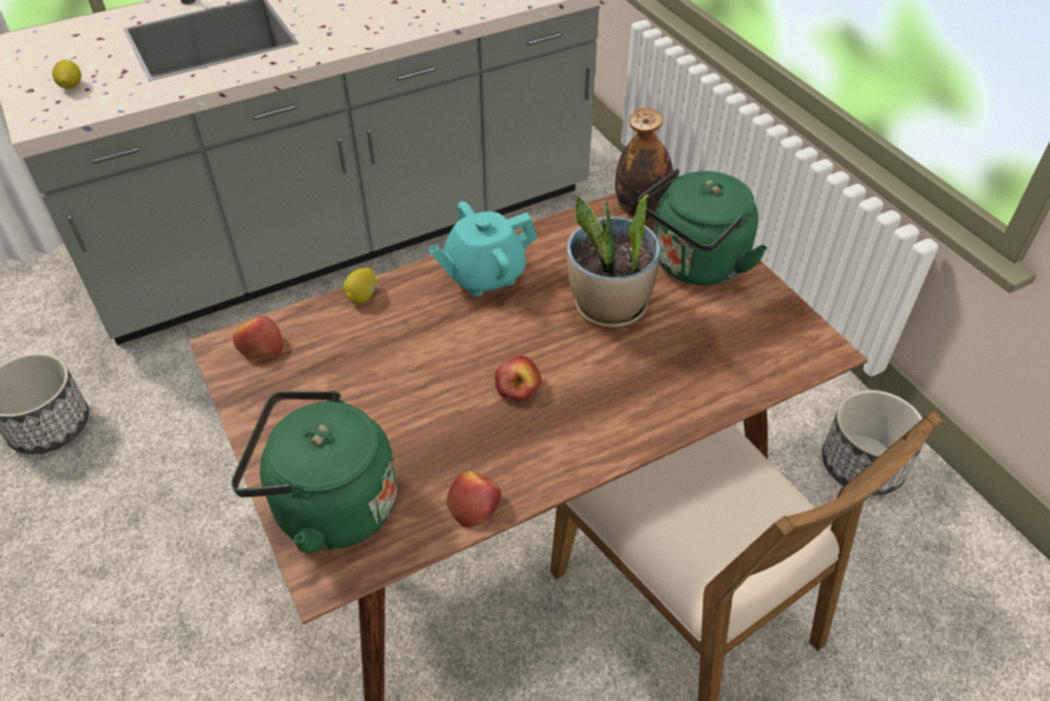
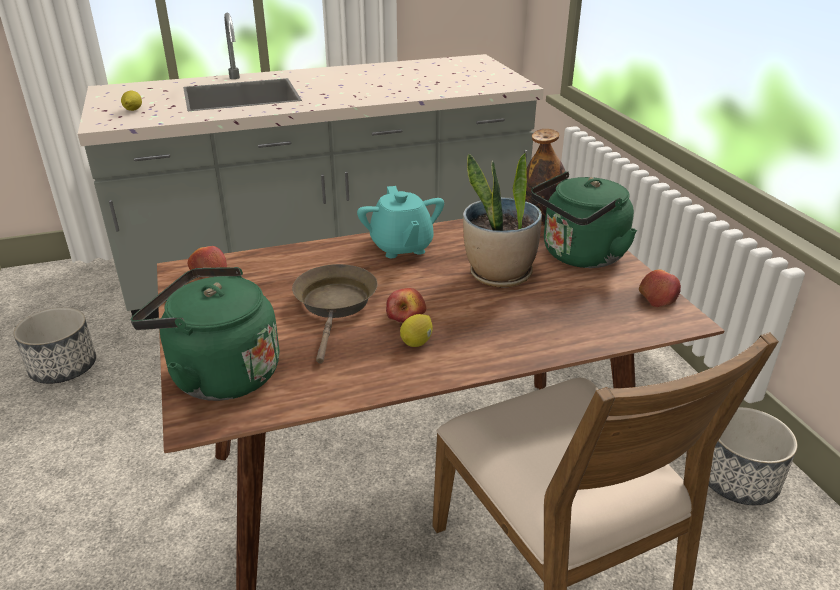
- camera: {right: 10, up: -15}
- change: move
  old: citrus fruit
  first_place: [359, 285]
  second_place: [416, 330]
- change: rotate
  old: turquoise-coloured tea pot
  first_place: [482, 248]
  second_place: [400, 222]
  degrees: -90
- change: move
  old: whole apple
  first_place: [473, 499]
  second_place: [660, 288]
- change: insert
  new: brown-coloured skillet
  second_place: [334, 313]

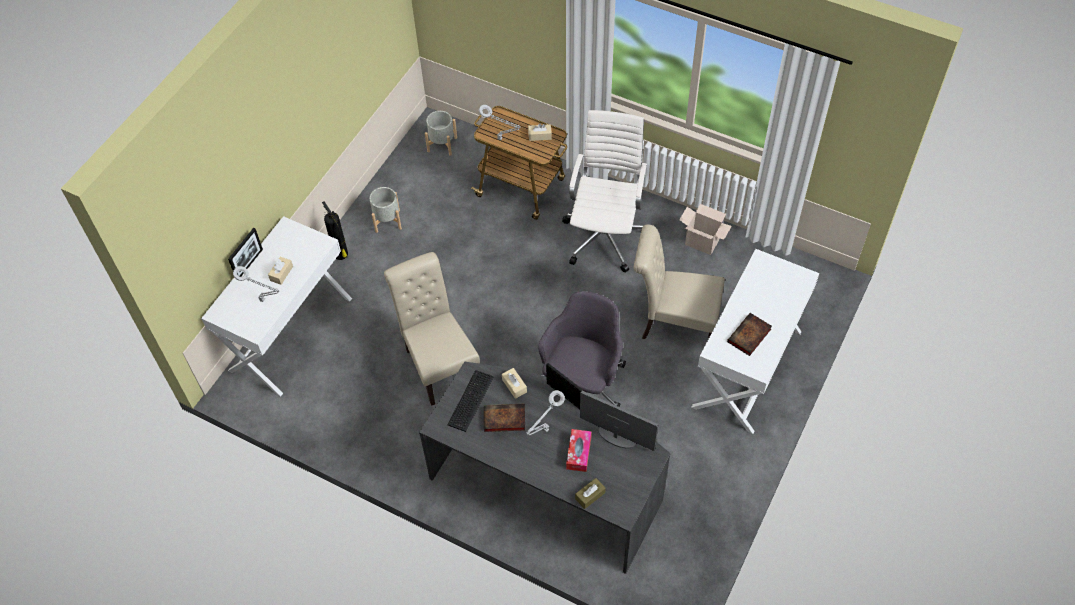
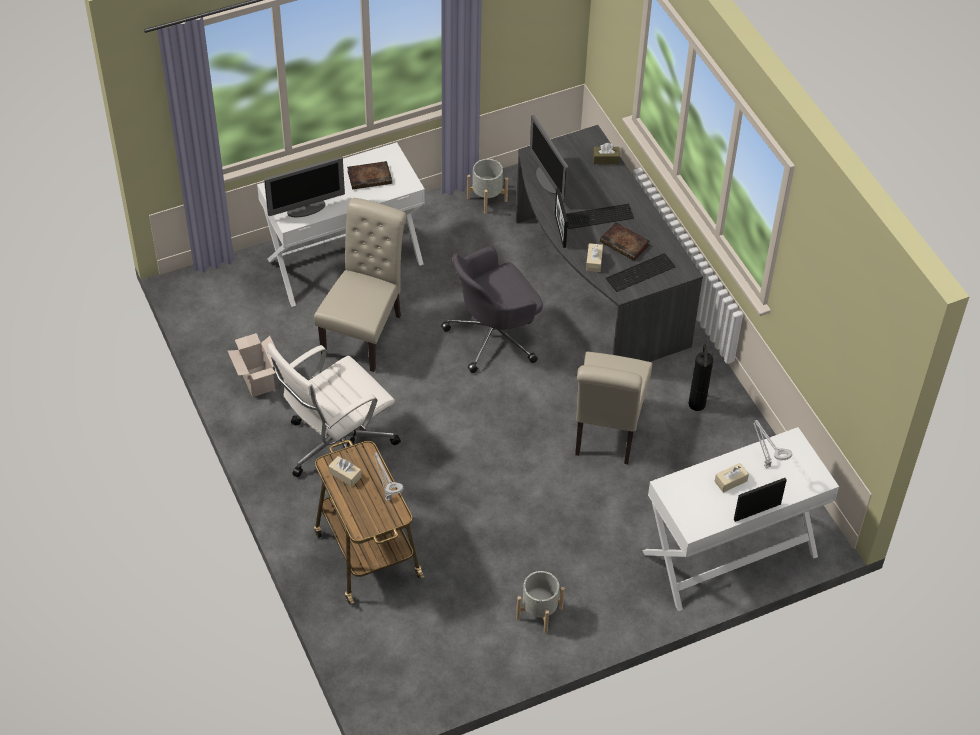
- camera: {right: -145, up: -5}
- change: move
  old: extinguisher
  first_place: [335, 230]
  second_place: [700, 377]
- change: move
  old: greyish plant pot
  first_place: [441, 133]
  second_place: [487, 186]
- change: replace
  old: greyish tabletop lamp
  new: computer keyboard
  first_place: [545, 412]
  second_place: [600, 216]
- change: delete
  old: box of tissues
  first_place: [579, 450]
- change: rotate
  old: beige-coloured upright chair
  first_place: [679, 281]
  second_place: [360, 285]
  degrees: -120
- change: insert
  new: computer screen
  second_place: [304, 187]

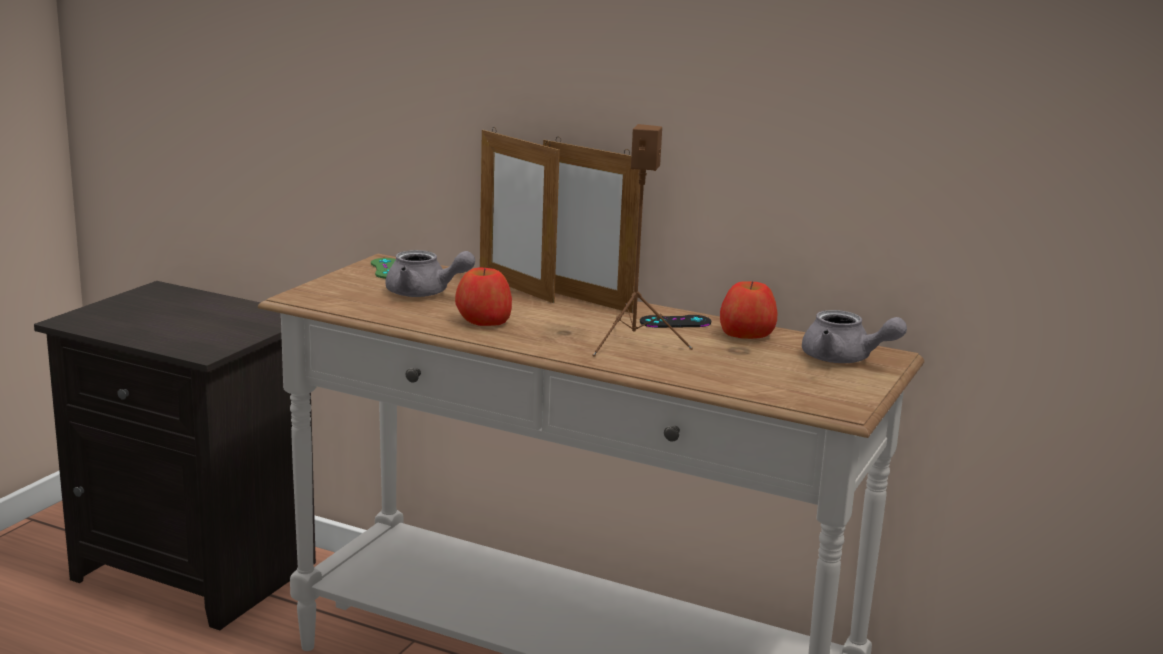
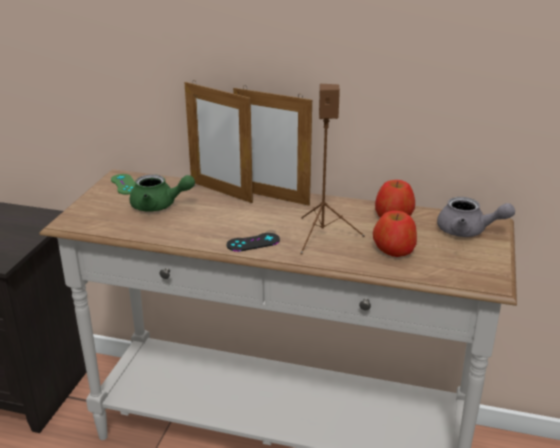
- camera: {right: -10, up: 10}
- change: recolor
  old: greyish tea pot
  new: green-coloured tea pot
  first_place: [430, 273]
  second_place: [162, 193]
- change: move
  old: whole apple
  first_place: [483, 297]
  second_place: [395, 234]
- change: move
  old: black joypad
  first_place: [675, 321]
  second_place: [253, 242]

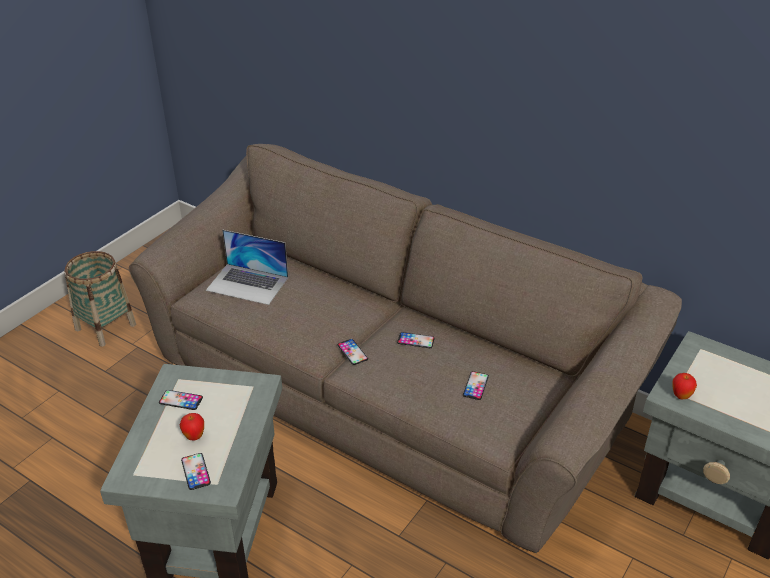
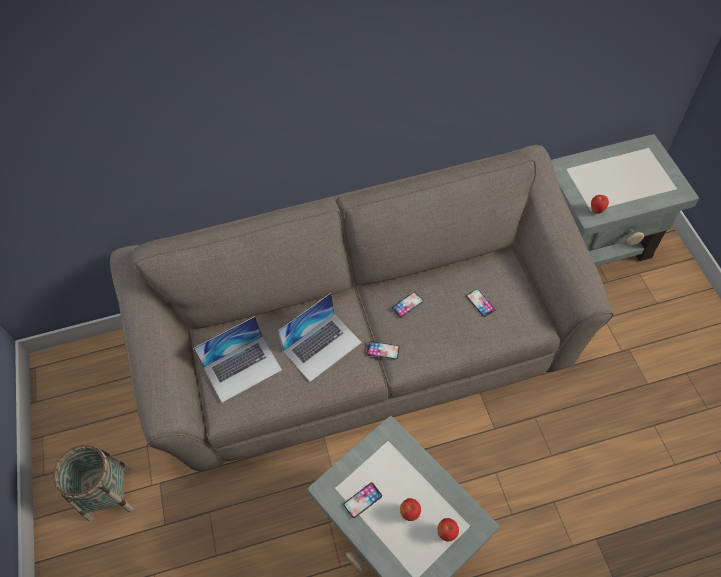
- camera: {right: -45, up: 20}
- change: replace
  old: telephone
  new: whole apple
  first_place: [196, 471]
  second_place: [448, 529]
- change: insert
  new: portable computer
  second_place: [319, 337]

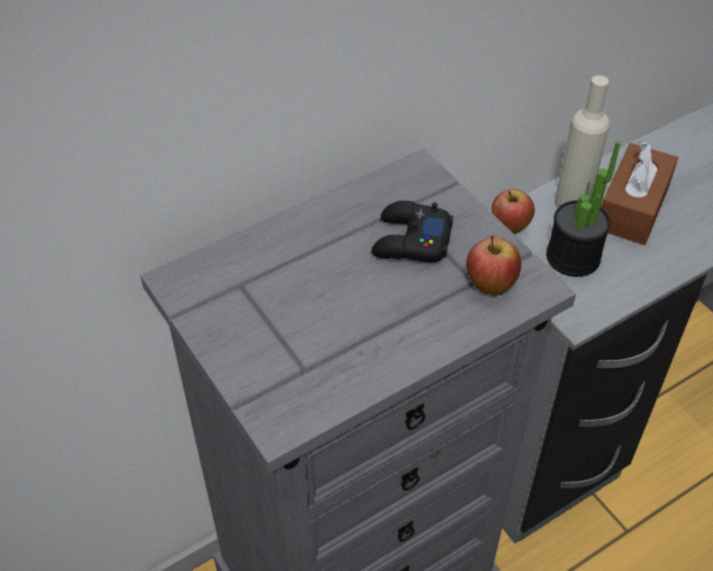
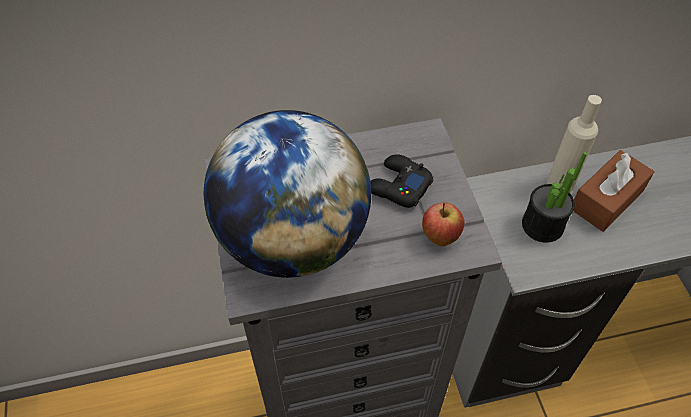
- camera: {right: 20, up: 5}
- change: delete
  old: whole apple
  first_place: [513, 211]
- change: insert
  new: globe
  second_place: [287, 194]

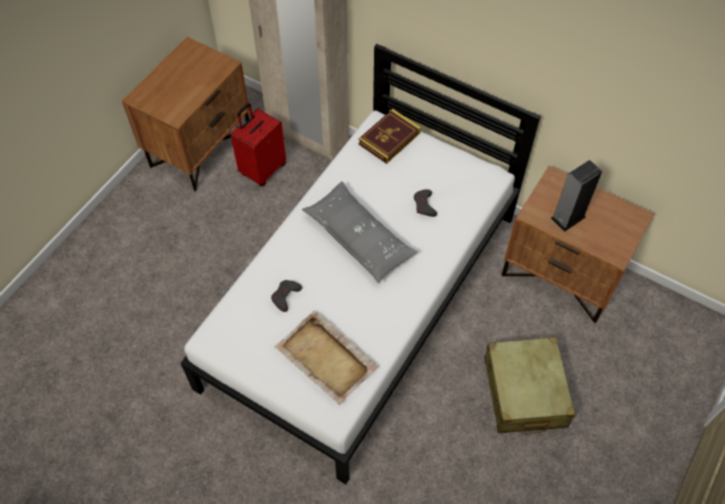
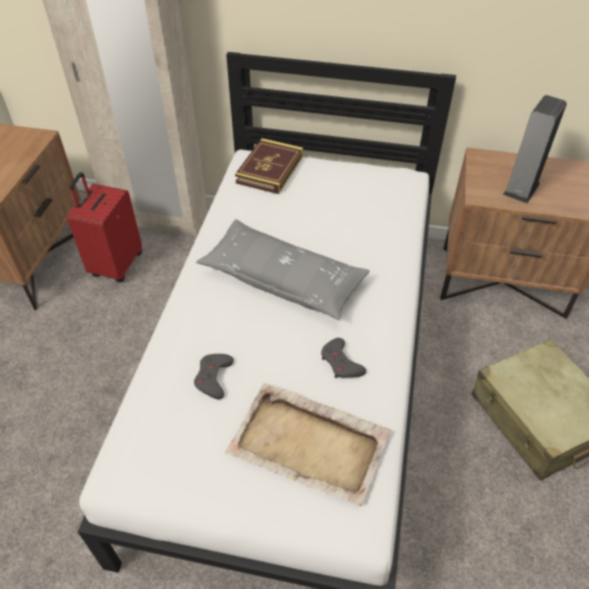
- camera: {right: -20, up: -10}
- change: move
  old: greyish joypad
  first_place: [425, 203]
  second_place: [343, 358]

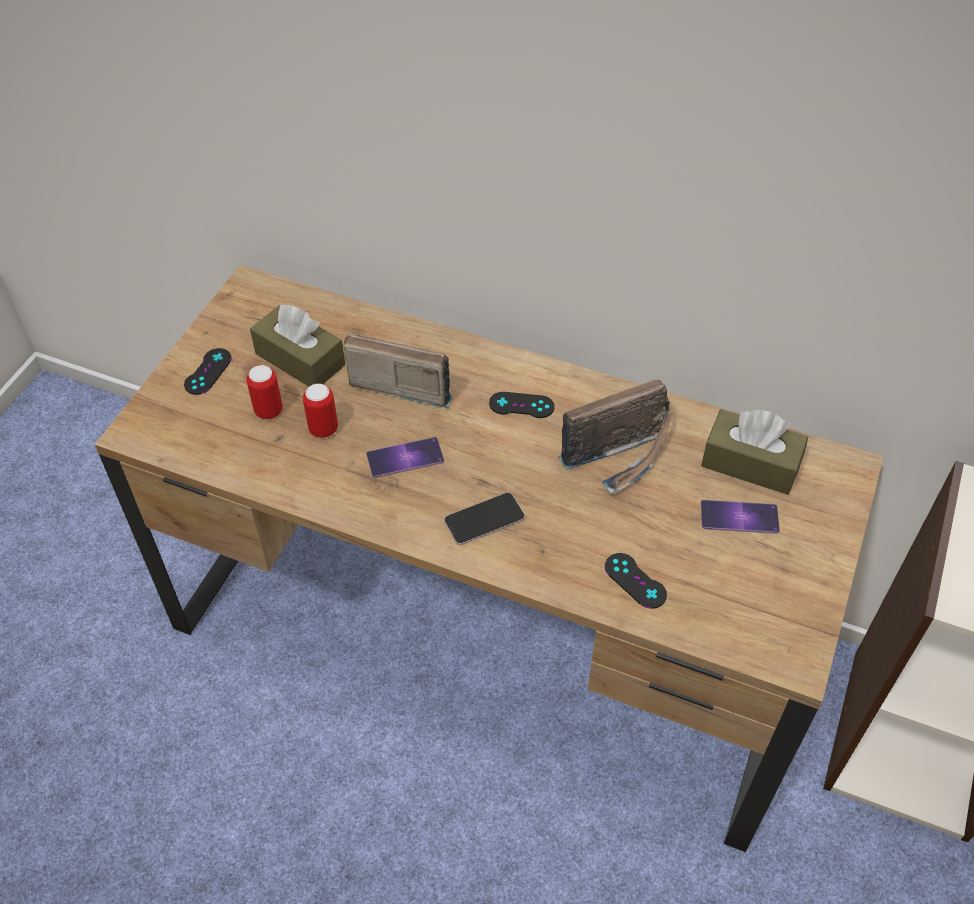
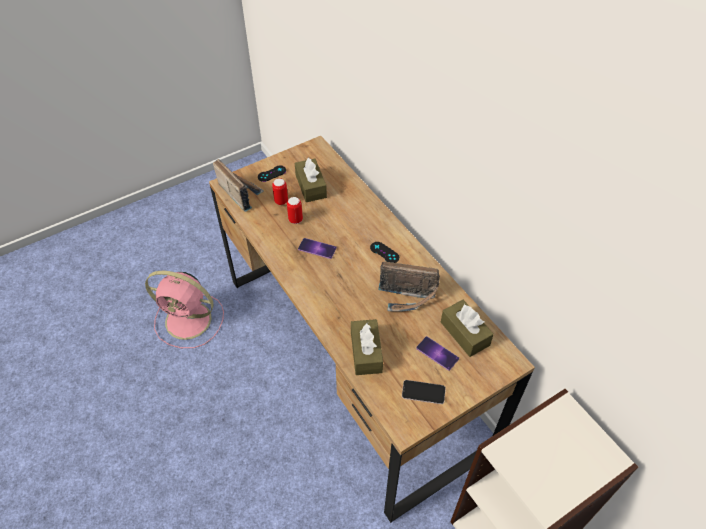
- camera: {right: 35, up: 0}
- change: move
  old: radio set
  first_place: [398, 370]
  second_place: [238, 185]
- change: move
  old: telephone
  first_place: [484, 518]
  second_place: [424, 392]
- change: replace
  old: black joypad
  new: brown-coloured box of tissues
  first_place: [636, 581]
  second_place: [367, 347]
- change: insert
  new: pink electric fan
  second_place: [184, 309]

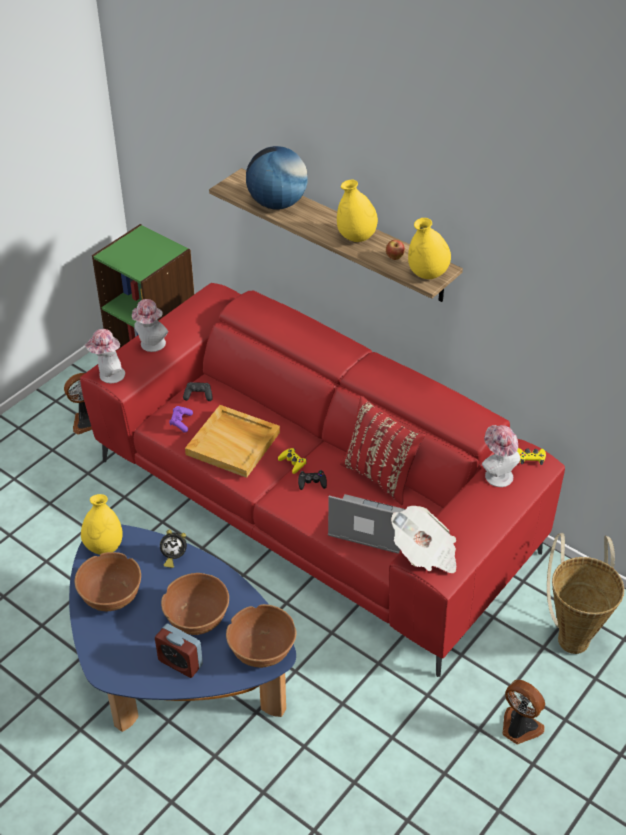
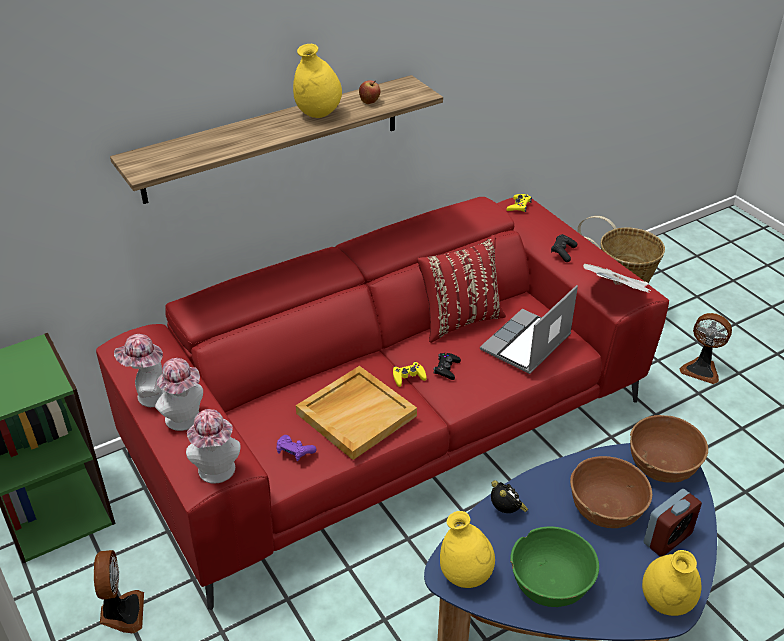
- camera: {right: -70, up: -5}
- change: recolor
  old: brown-coloured serving bowl
  new: green-coloured serving bowl
  first_place: [108, 581]
  second_place: [554, 567]
- change: rotate
  old: alarm clock
  first_place: [173, 549]
  second_place: [509, 496]
  degrees: -45
- change: move
  old: black joypad
  first_place: [198, 391]
  second_place: [564, 248]
- change: delete
  old: globe
  first_place: [277, 178]
- change: move
  old: yellow-coloured flower vase
  first_place: [429, 248]
  second_place: [671, 583]
- change: move
  old: wearable hat
  first_place: [501, 456]
  second_place: [139, 370]
- change: rotate
  old: electric fan
  first_place: [523, 712]
  second_place: [705, 348]
  degrees: -120

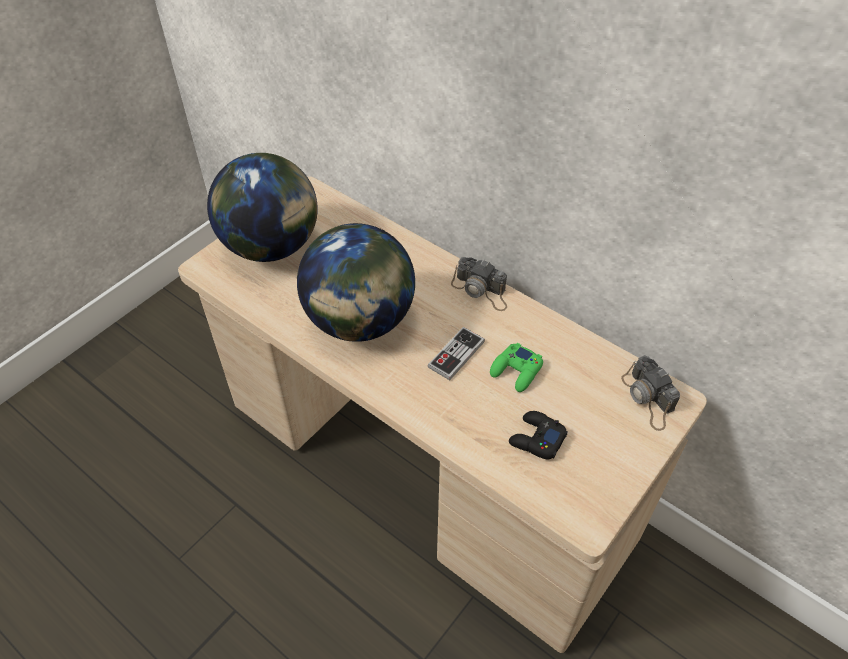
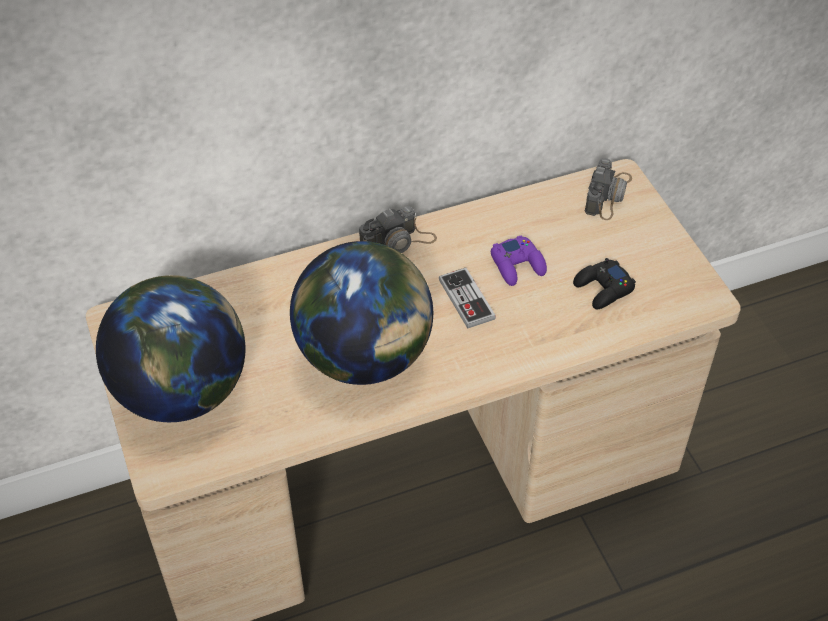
- camera: {right: -60, up: 0}
- change: recolor
  old: green-coloured joypad
  new: purple joypad
  first_place: [516, 367]
  second_place: [519, 260]
- change: rotate
  old: photo camera
  first_place: [650, 393]
  second_place: [608, 189]
  degrees: -75

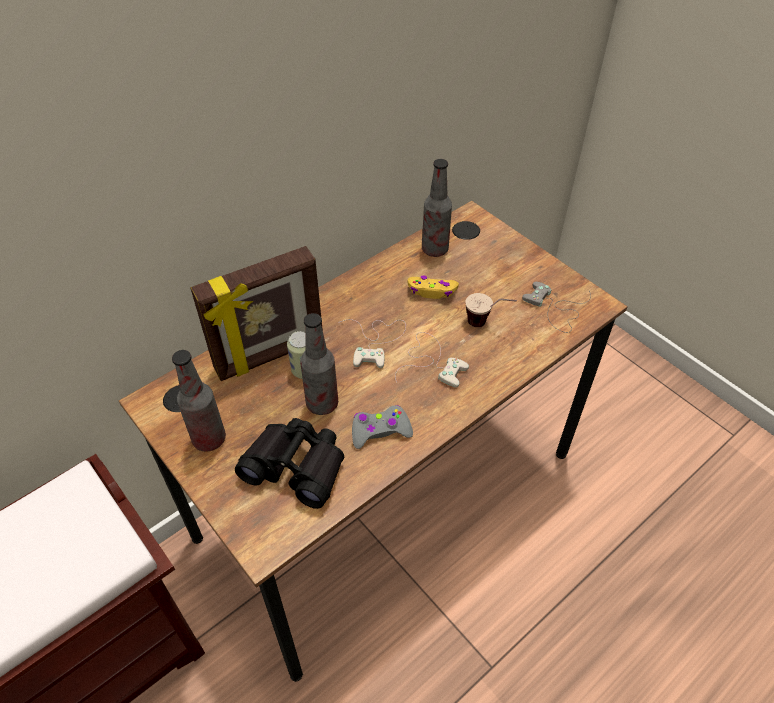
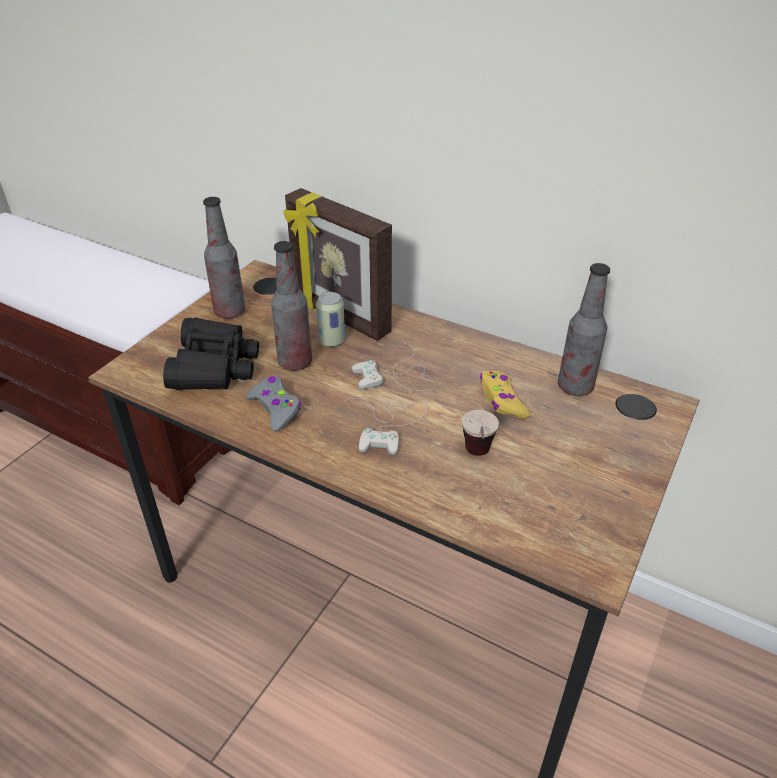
- camera: {right: 70, up: -10}
- change: delete
  old: greyish joypad
  first_place: [556, 307]

